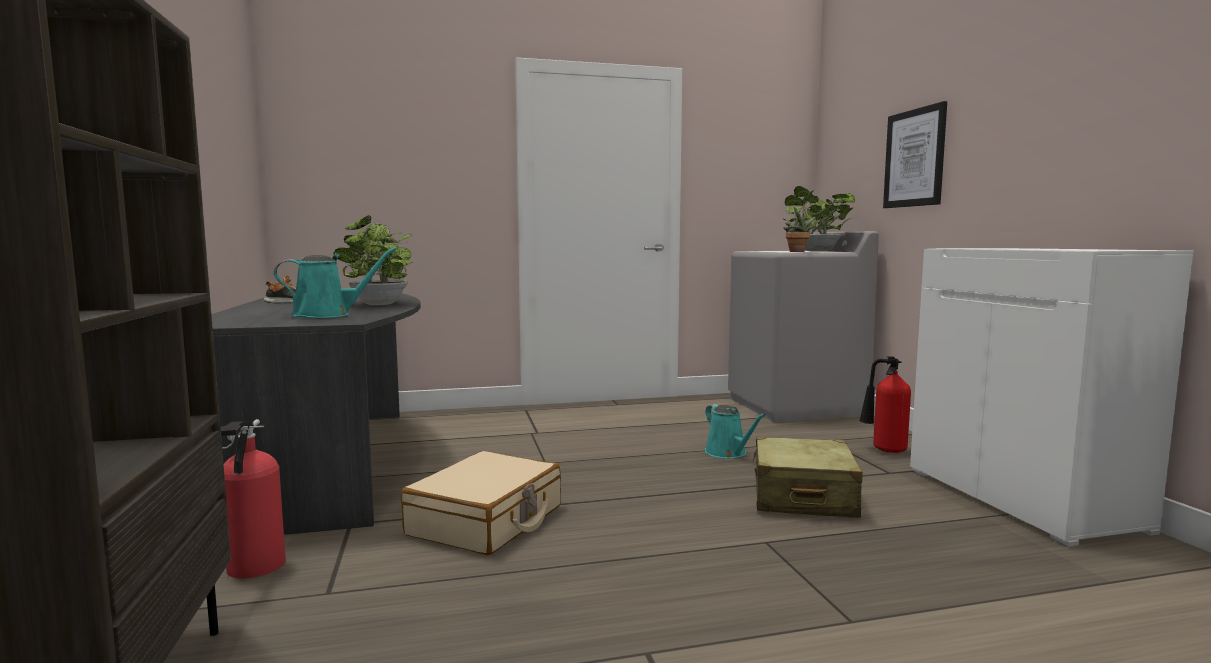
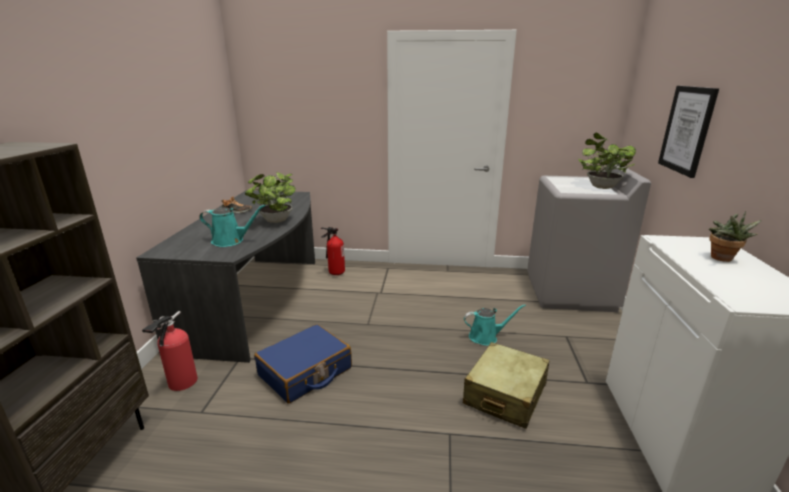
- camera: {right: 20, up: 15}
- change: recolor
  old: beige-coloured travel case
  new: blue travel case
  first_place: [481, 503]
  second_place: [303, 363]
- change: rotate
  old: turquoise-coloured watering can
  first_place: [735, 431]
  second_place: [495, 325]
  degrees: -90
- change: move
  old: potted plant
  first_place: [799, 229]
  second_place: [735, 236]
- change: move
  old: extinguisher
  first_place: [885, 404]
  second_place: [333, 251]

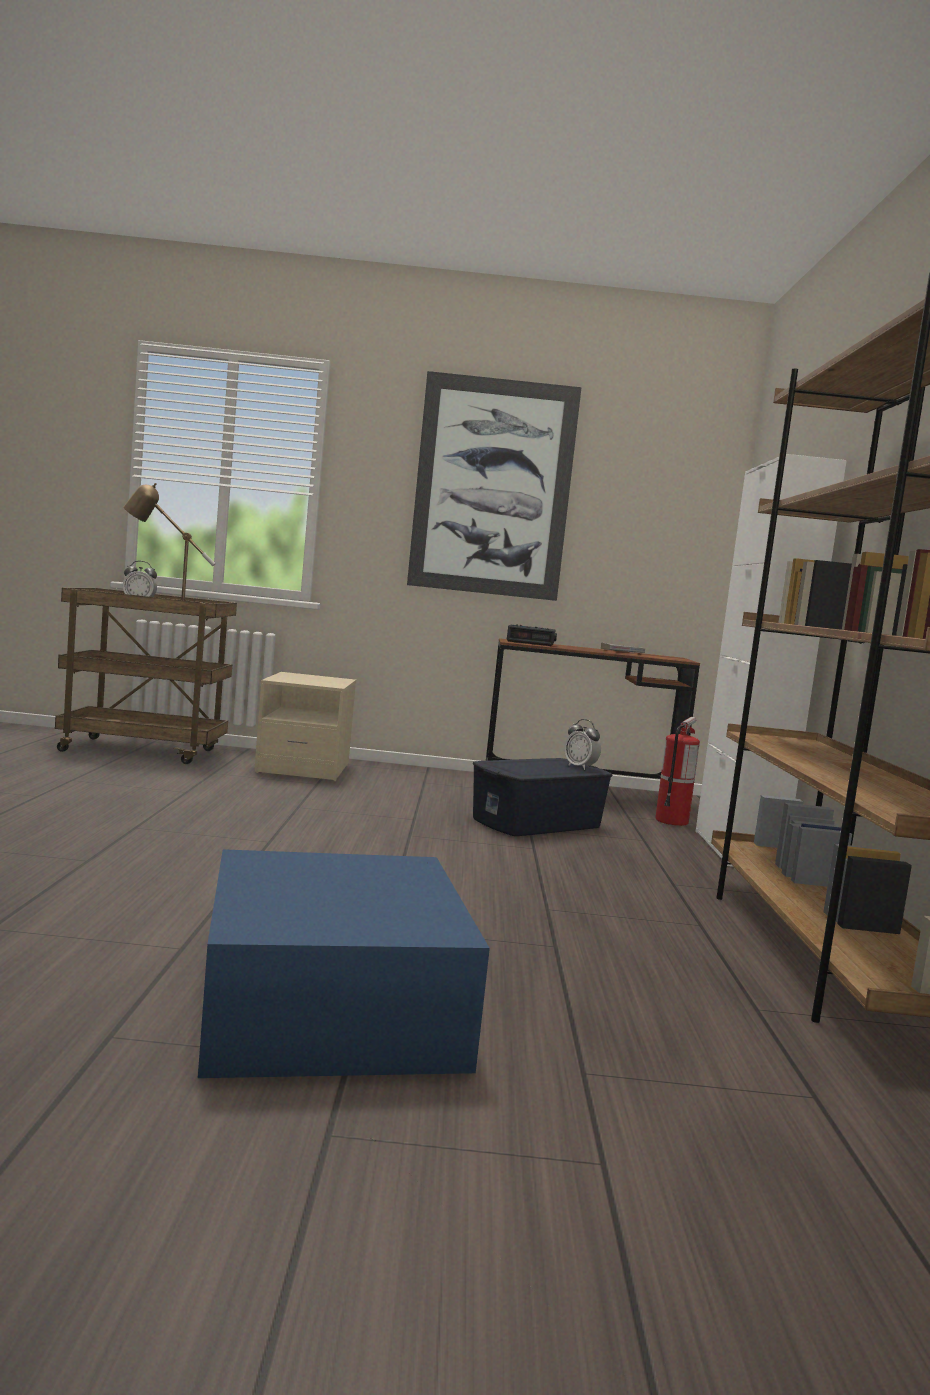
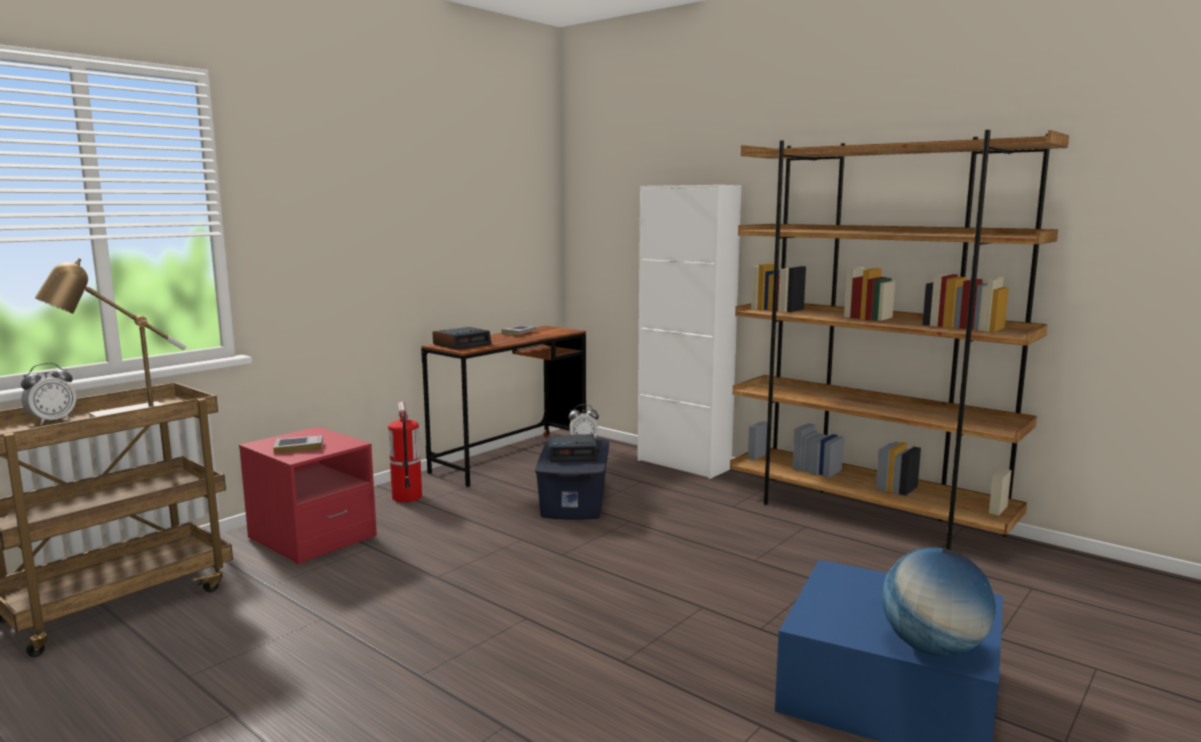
- camera: {right: -50, up: 5}
- change: recolor
  old: beige-coloured bedside table
  new: reddish bedside table
  first_place: [305, 726]
  second_place: [308, 496]
- change: delete
  old: picture
  first_place: [494, 486]
- change: move
  old: extinguisher
  first_place: [677, 771]
  second_place: [405, 452]
- change: insert
  new: book
  second_place: [298, 444]
- change: insert
  new: alarm clock
  second_place: [573, 448]
- change: insert
  new: globe
  second_place: [939, 601]

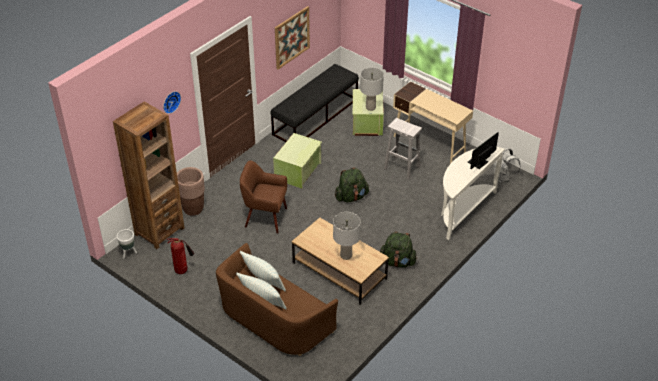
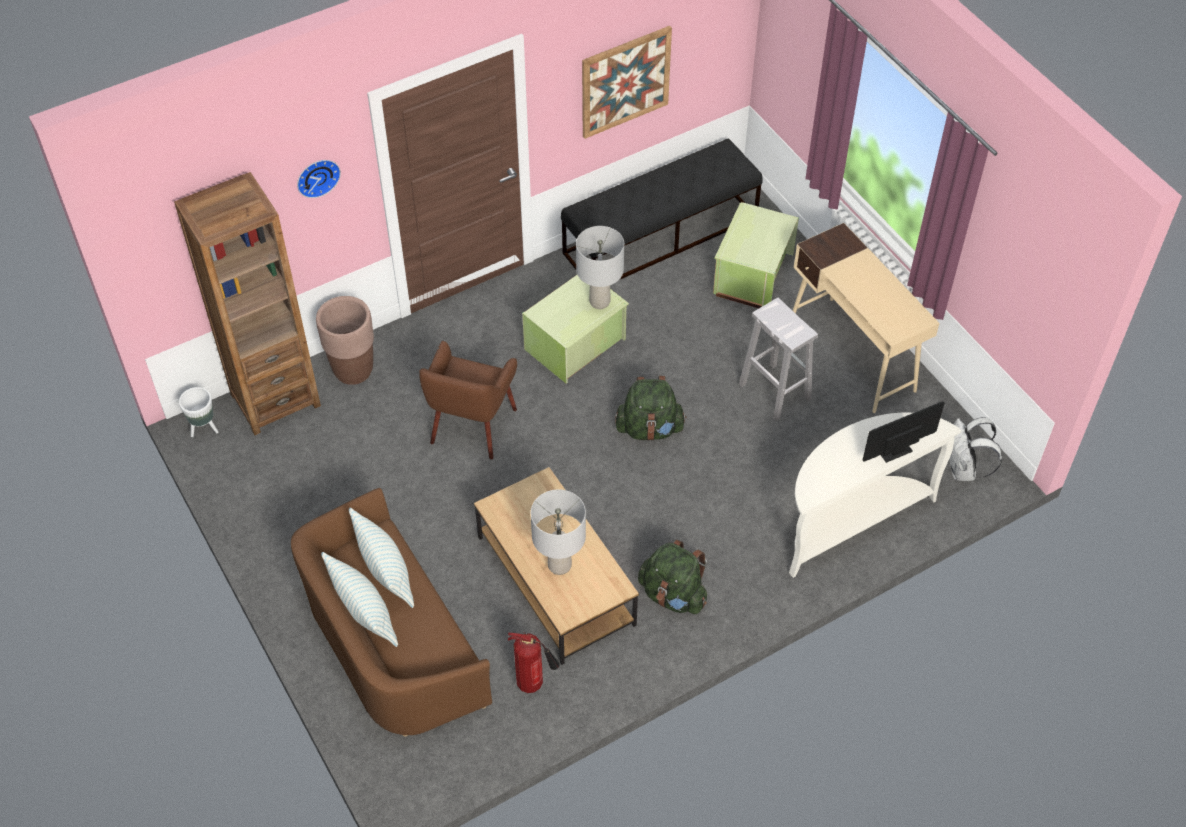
- camera: {right: 20, up: 10}
- change: move
  old: extinguisher
  first_place: [180, 256]
  second_place: [534, 662]
- change: rotate
  old: brown-coloured easy chair
  first_place: [263, 196]
  second_place: [468, 400]
  degrees: -105
- change: move
  old: greyish tabletop lamp
  first_place: [372, 89]
  second_place: [600, 267]

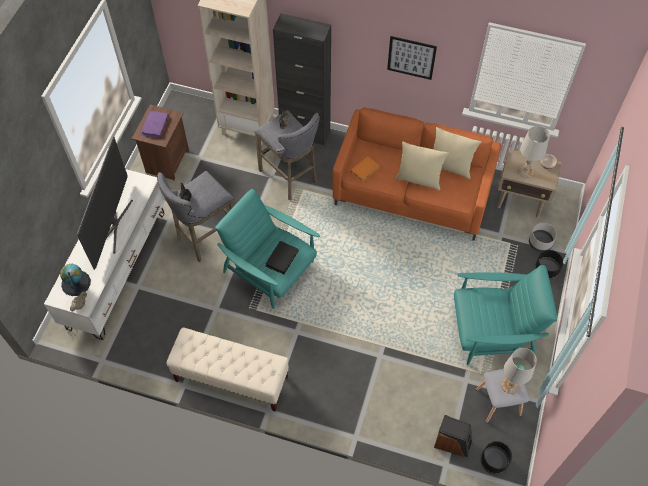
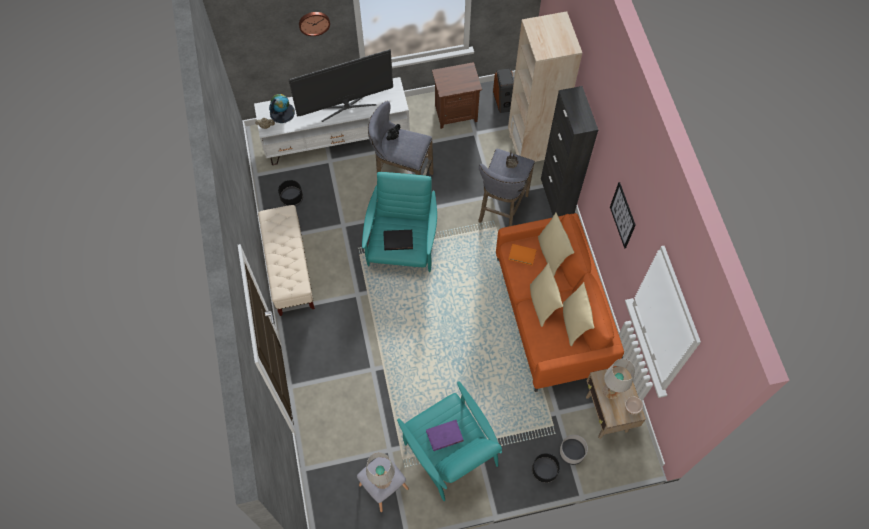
- camera: {right: 60, up: 5}
- change: move
  old: purple book
  first_place: [155, 124]
  second_place: [445, 435]
- change: move
  old: loudspeaker
  first_place: [453, 436]
  second_place: [503, 90]
- change: move
  old: black plant pot
  first_place: [496, 458]
  second_place: [290, 193]
- change: insert
  new: clock on the wall
  second_place: [314, 24]
- change: insert
  new: beige-coloured pillow
  second_place: [556, 244]

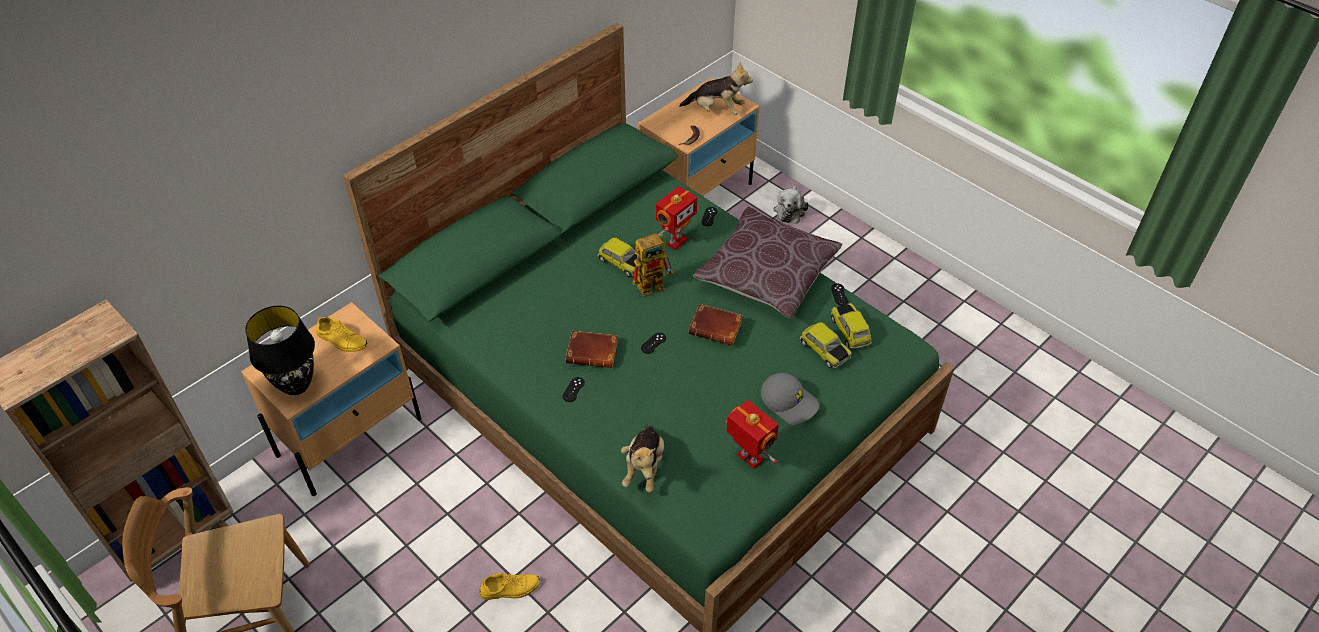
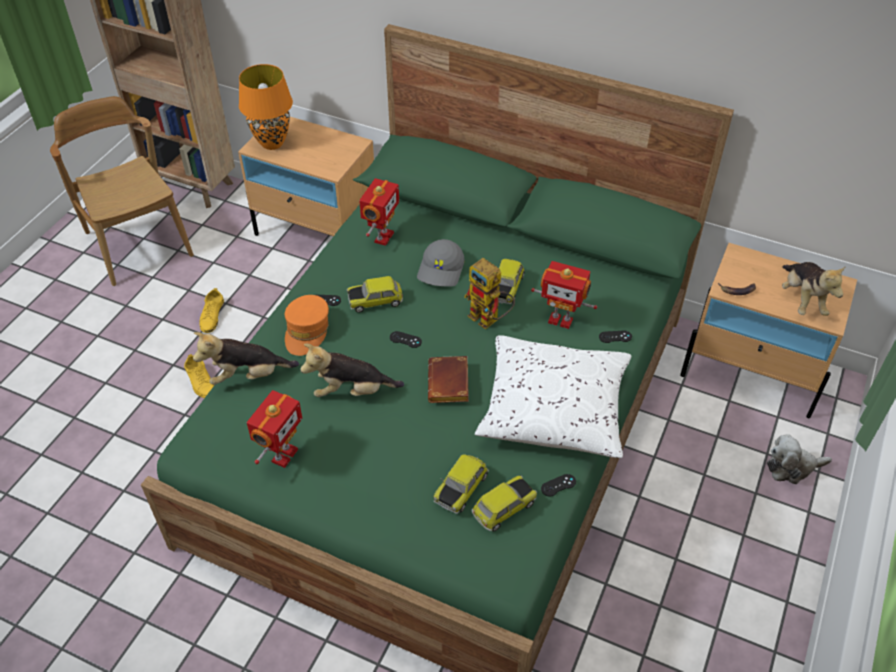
- camera: {right: 70, up: 0}
- change: recolor
  old: black tabletop lamp
  new: orangey tabletop lamp
  first_place: [280, 350]
  second_place: [266, 107]
- change: move
  old: yellow-coloured shoe
  first_place: [342, 334]
  second_place: [211, 310]
- change: replace
  old: brown-coloured book
  new: miniature car
  first_place: [592, 349]
  second_place: [375, 294]
- change: recolor
  old: brown-coloured pillow
  new: white-coloured pillow
  first_place: [768, 263]
  second_place: [553, 396]
- change: move
  old: greyish baseball cap
  first_place: [790, 399]
  second_place: [441, 263]
- change: insert
  new: orangey baseball cap
  second_place: [307, 325]
- change: insert
  new: soft toy
  second_place: [352, 370]
- change: insert
  new: robot figure
  second_place: [379, 212]

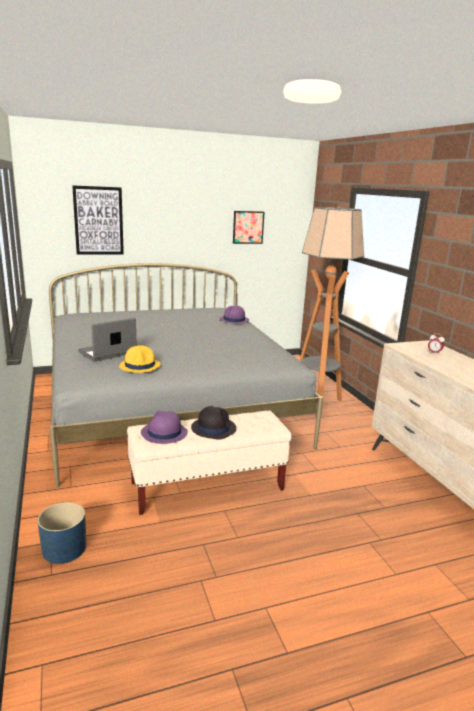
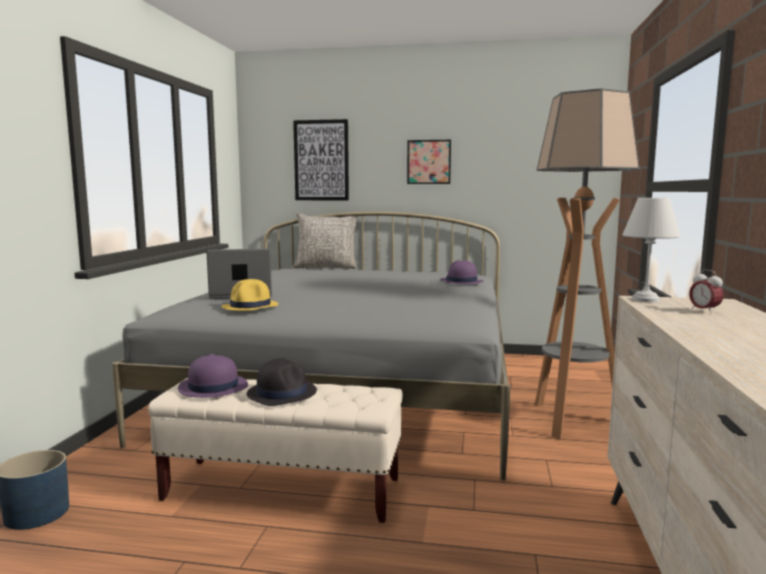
- camera: {right: 30, up: -10}
- change: move
  old: picture
  first_place: [249, 227]
  second_place: [429, 162]
- change: insert
  new: greyish pillow
  second_place: [325, 241]
- change: insert
  new: white-coloured tabletop lamp
  second_place: [651, 250]

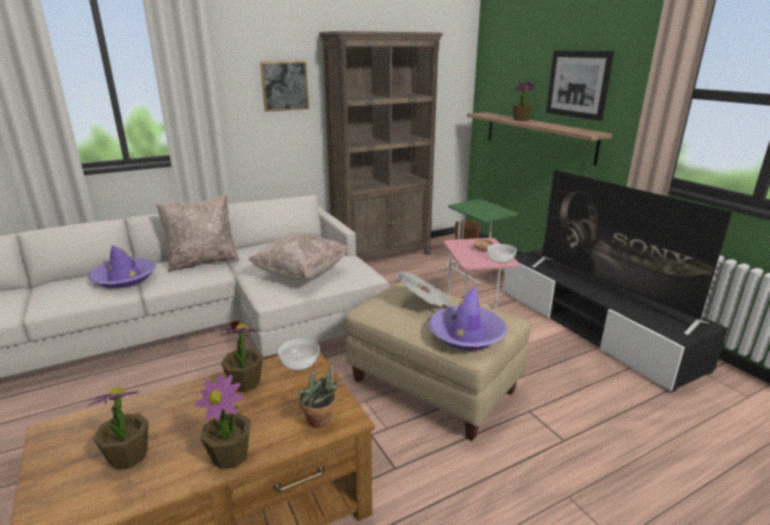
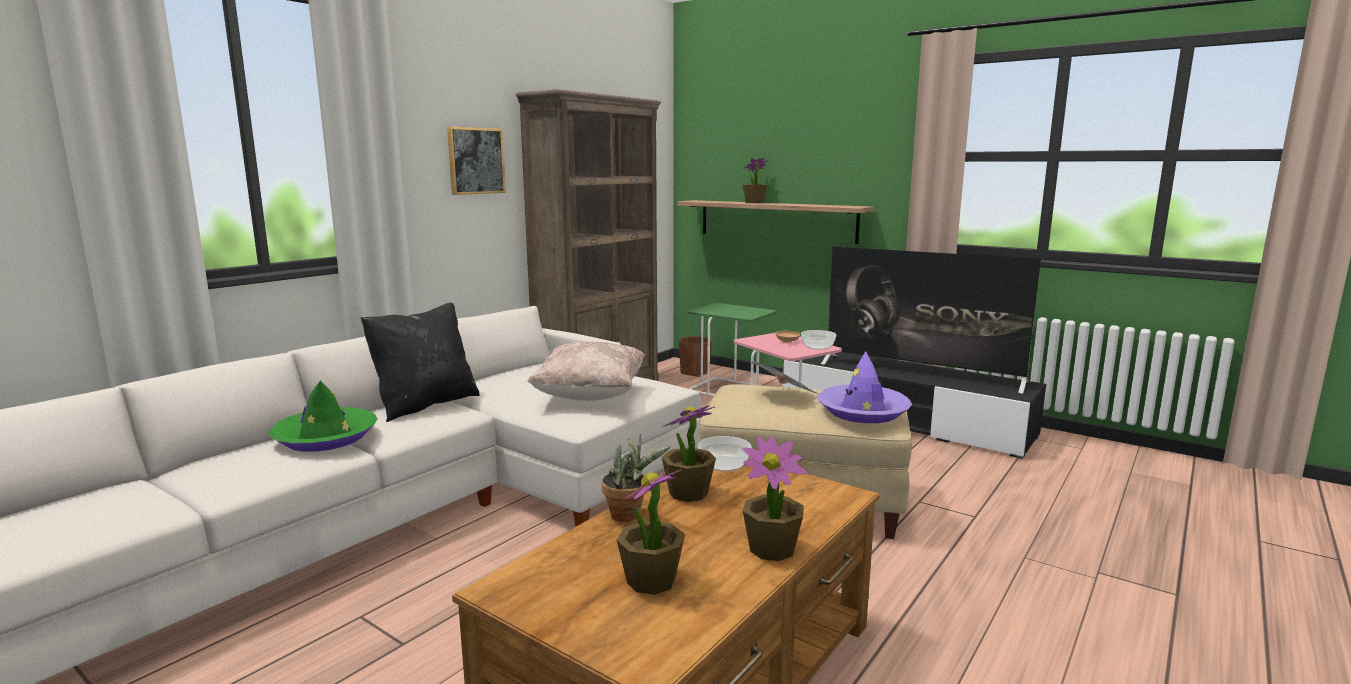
- camera: {right: -25, up: -10}
- change: recolor
  old: purple wearable hat
  new: green-coloured wearable hat
  first_place: [122, 266]
  second_place: [323, 416]
- change: recolor
  old: beige-coloured pillow
  new: black pillow
  first_place: [197, 233]
  second_place: [420, 362]
- change: move
  old: potted plant
  first_place: [319, 395]
  second_place: [636, 478]
- change: delete
  old: picture
  first_place: [580, 86]

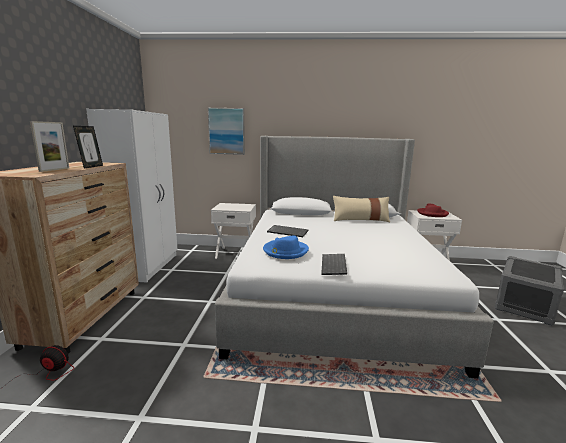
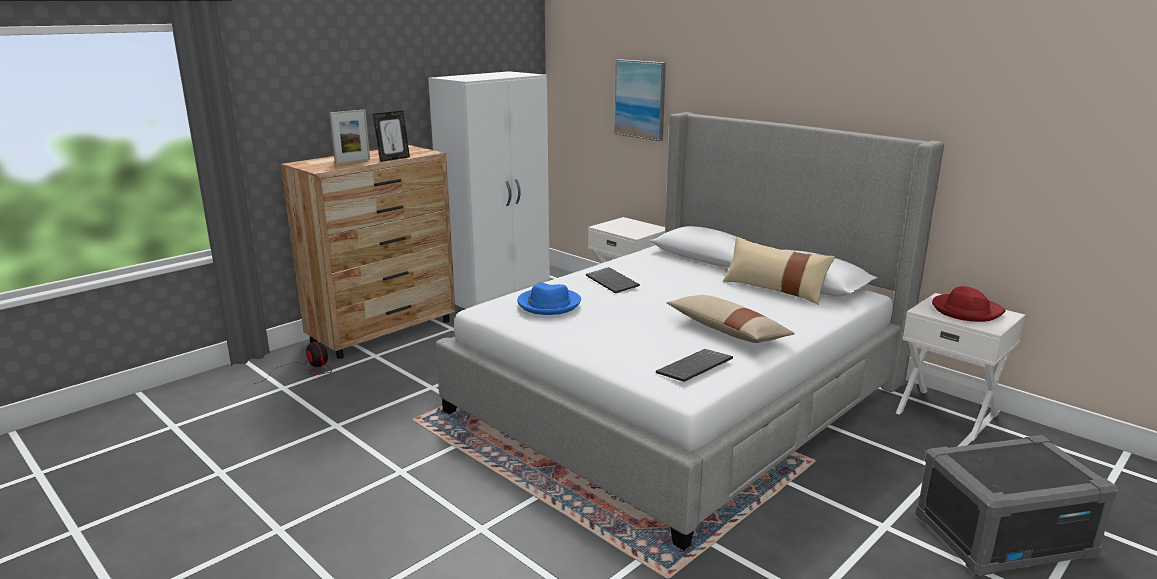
- camera: {right: 40, up: 5}
- change: move
  old: computer keyboard
  first_place: [334, 264]
  second_place: [694, 365]
- change: insert
  new: beige-coloured pillow
  second_place: [730, 319]

